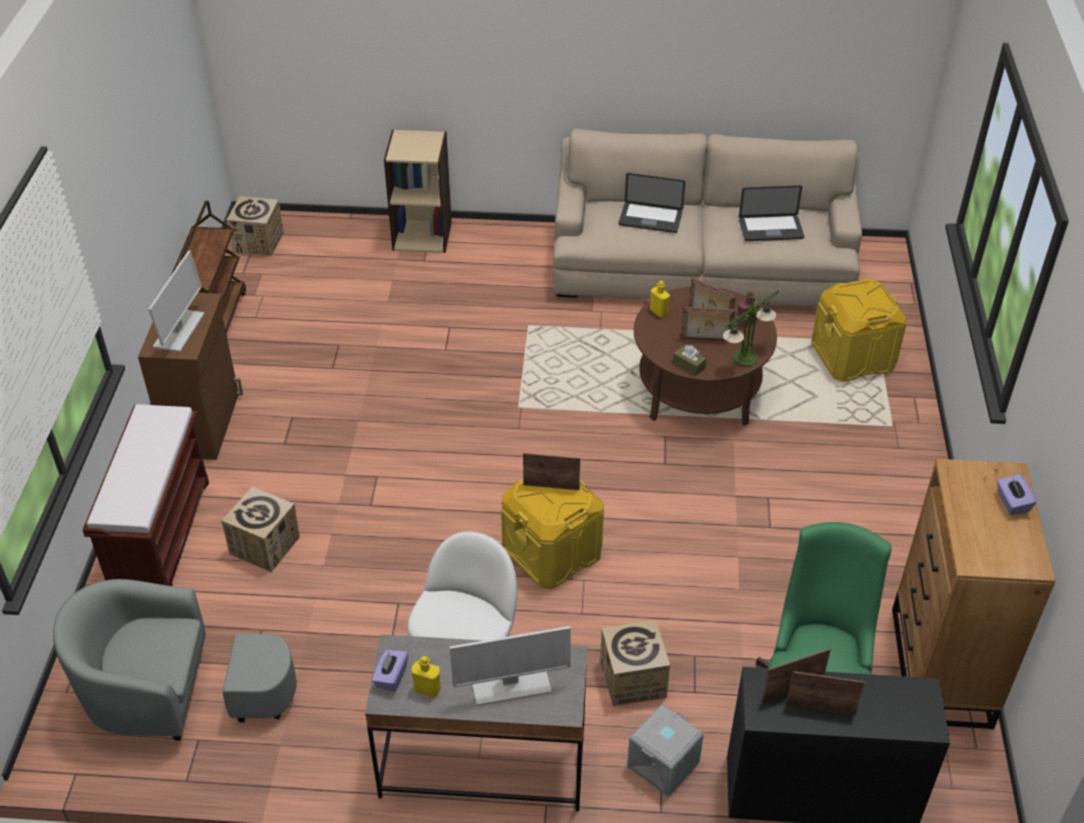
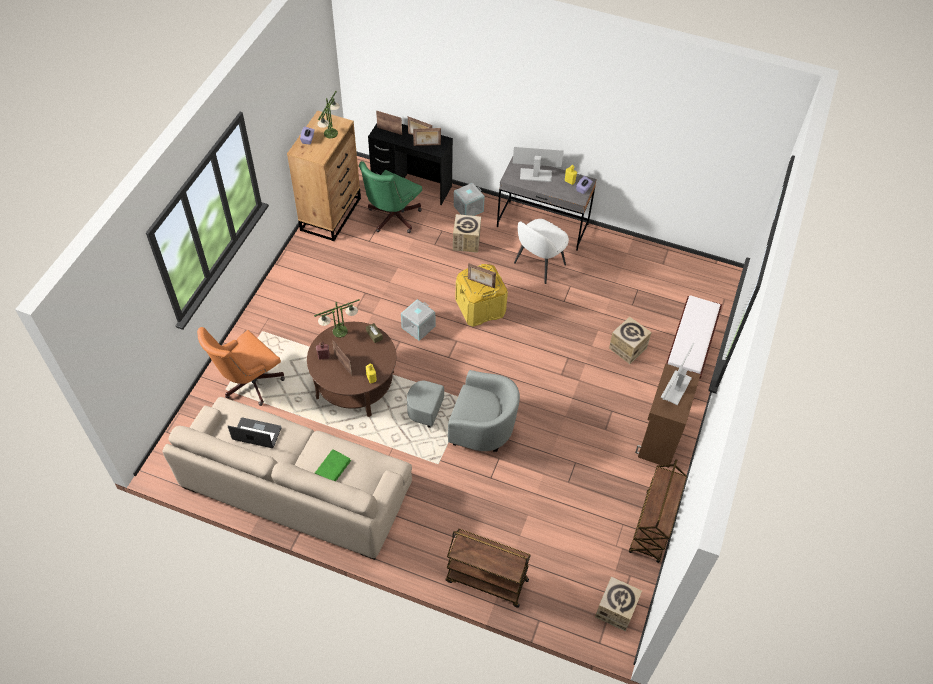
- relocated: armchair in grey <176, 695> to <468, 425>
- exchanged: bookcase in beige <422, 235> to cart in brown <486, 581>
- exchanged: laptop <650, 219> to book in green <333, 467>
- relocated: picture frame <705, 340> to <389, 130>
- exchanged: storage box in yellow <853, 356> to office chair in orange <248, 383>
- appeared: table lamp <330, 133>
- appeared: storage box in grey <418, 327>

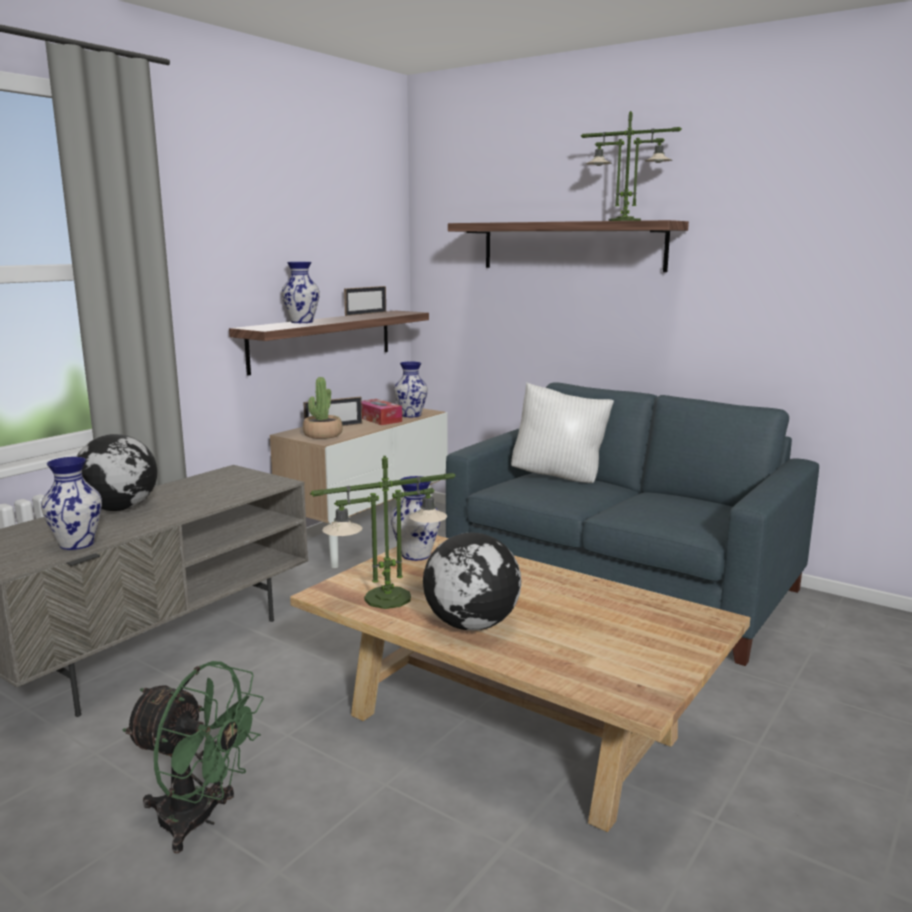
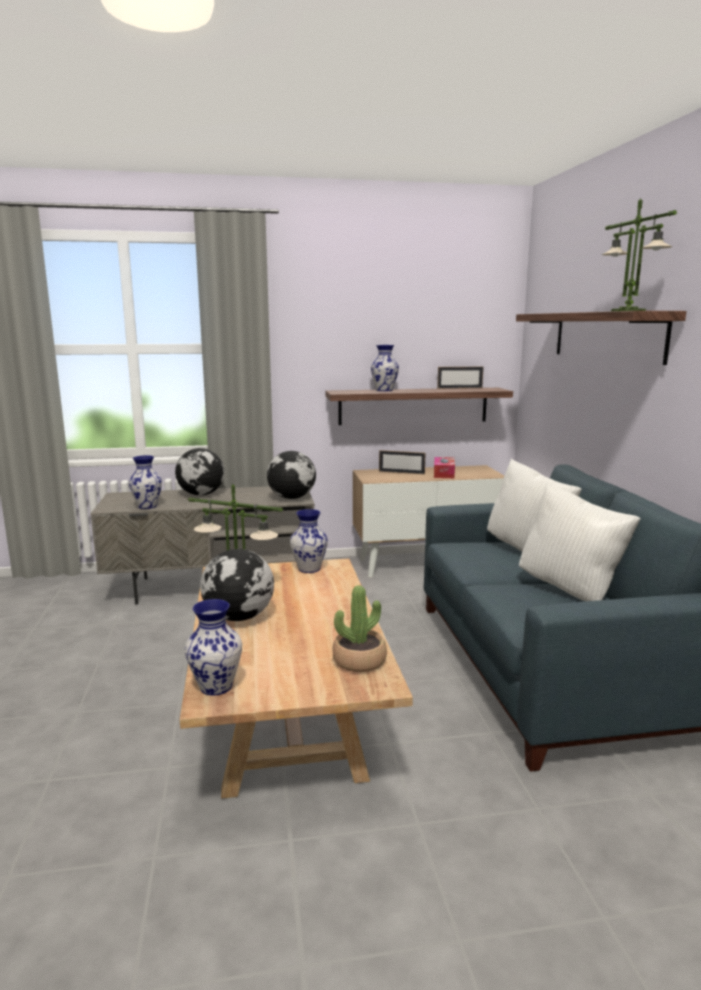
- missing: fan in green <199, 820>
- relocated: potted plant <322, 435> to <359, 660>
- relocated: vase <412, 415> to <216, 687>
- appeared: globe <292, 498>
- appeared: pillow in white <570, 590>

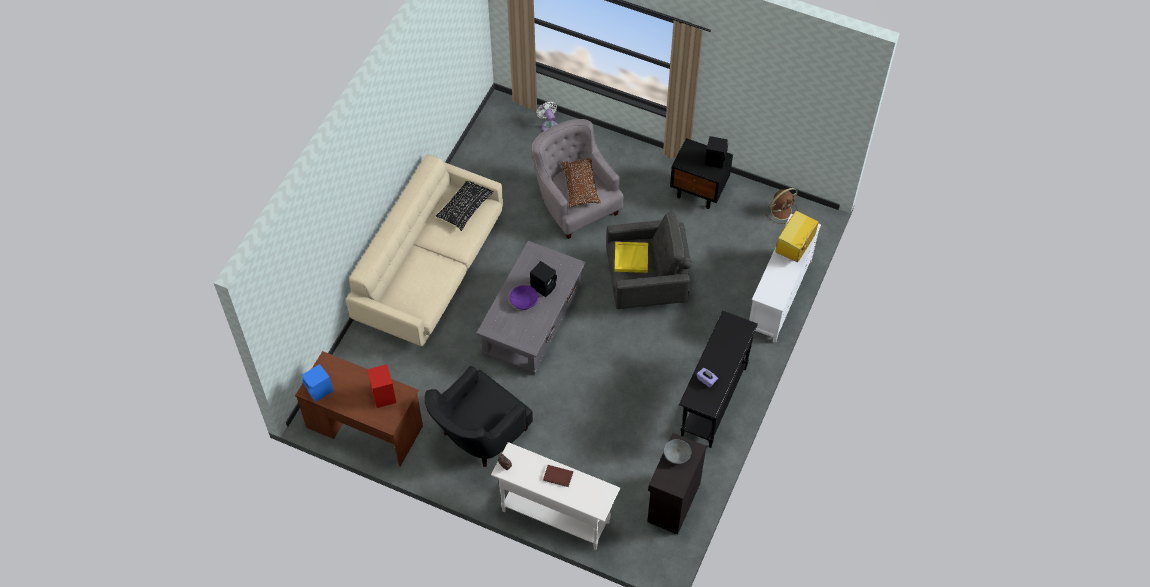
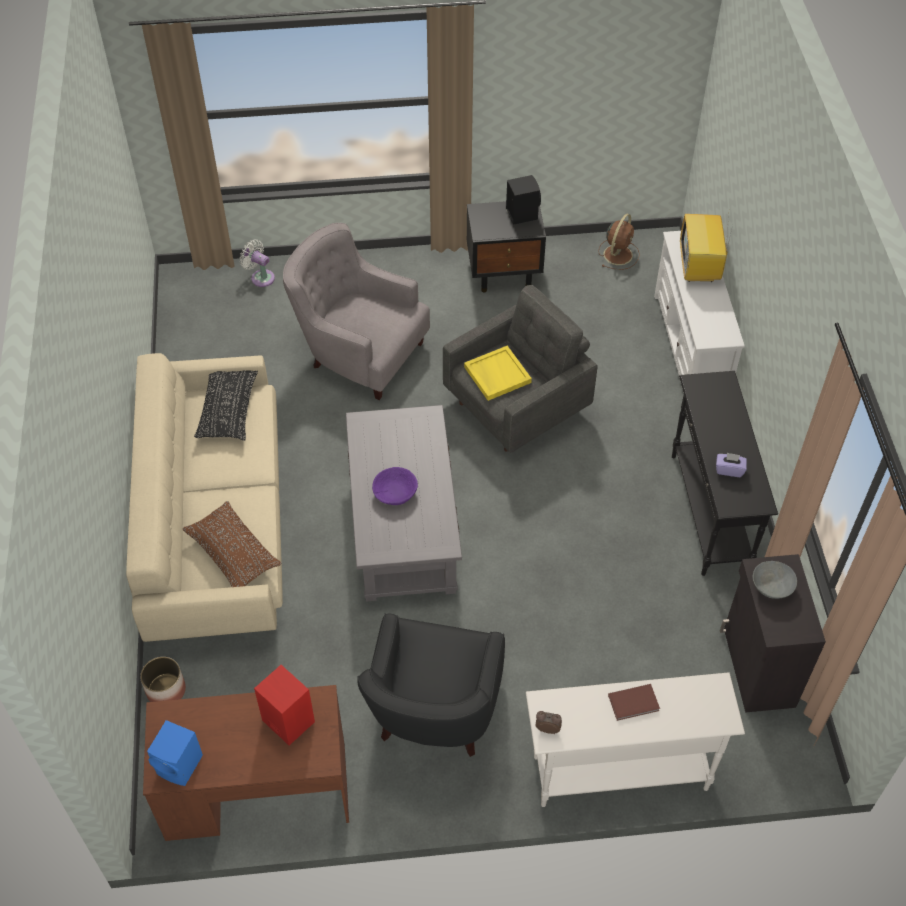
- missing: speaker in black <544, 286>
- relocated: pillow in brown <580, 186> to <233, 553>
- appeared: planter <166, 690>

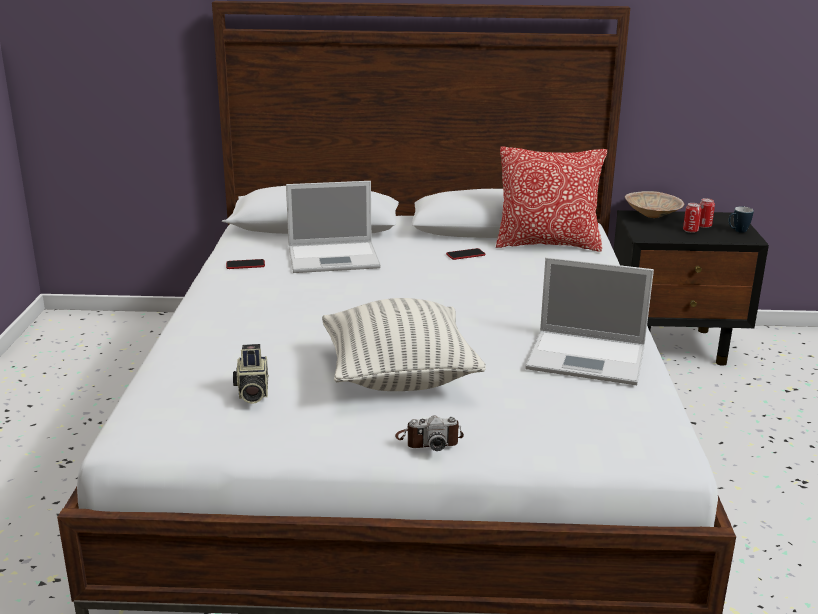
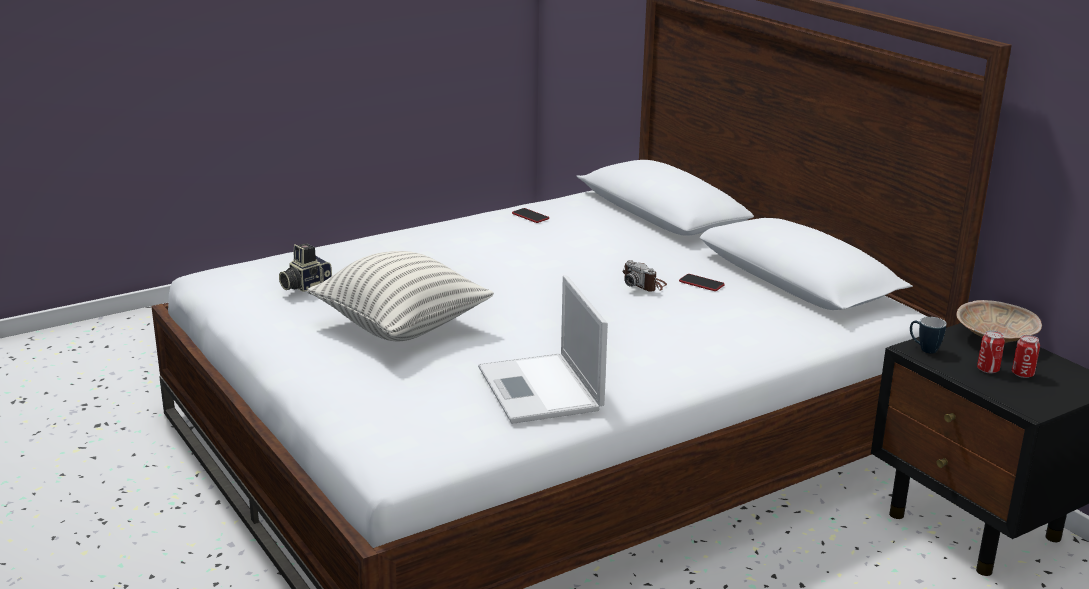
- missing: laptop <335, 258>
- relocated: photo camera <429, 440> to <644, 284>
- missing: pillow <547, 244>
- relocated: mug <737, 231> to <924, 349>

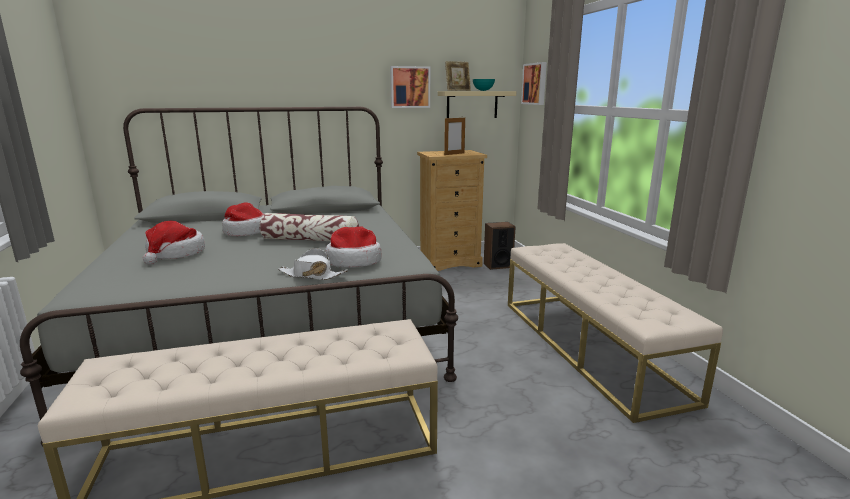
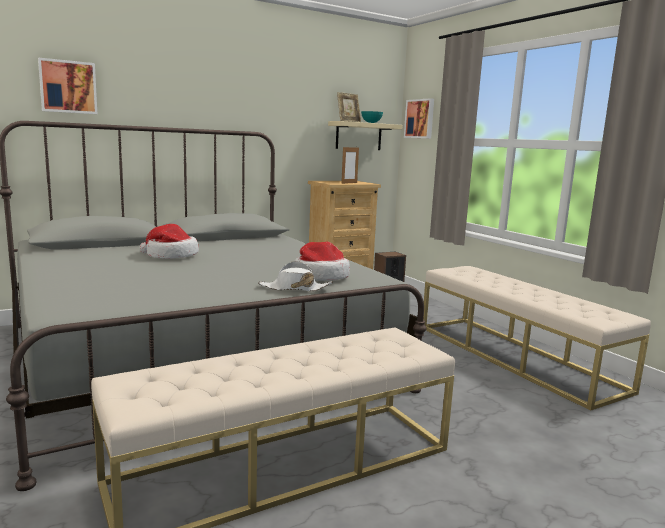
- missing: hat <175, 254>
- missing: pillow <310, 240>
- relocated: picture <410, 87> to <68, 87>

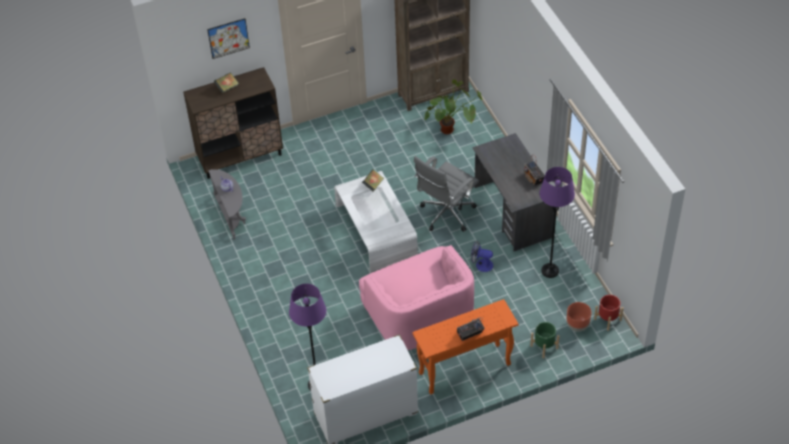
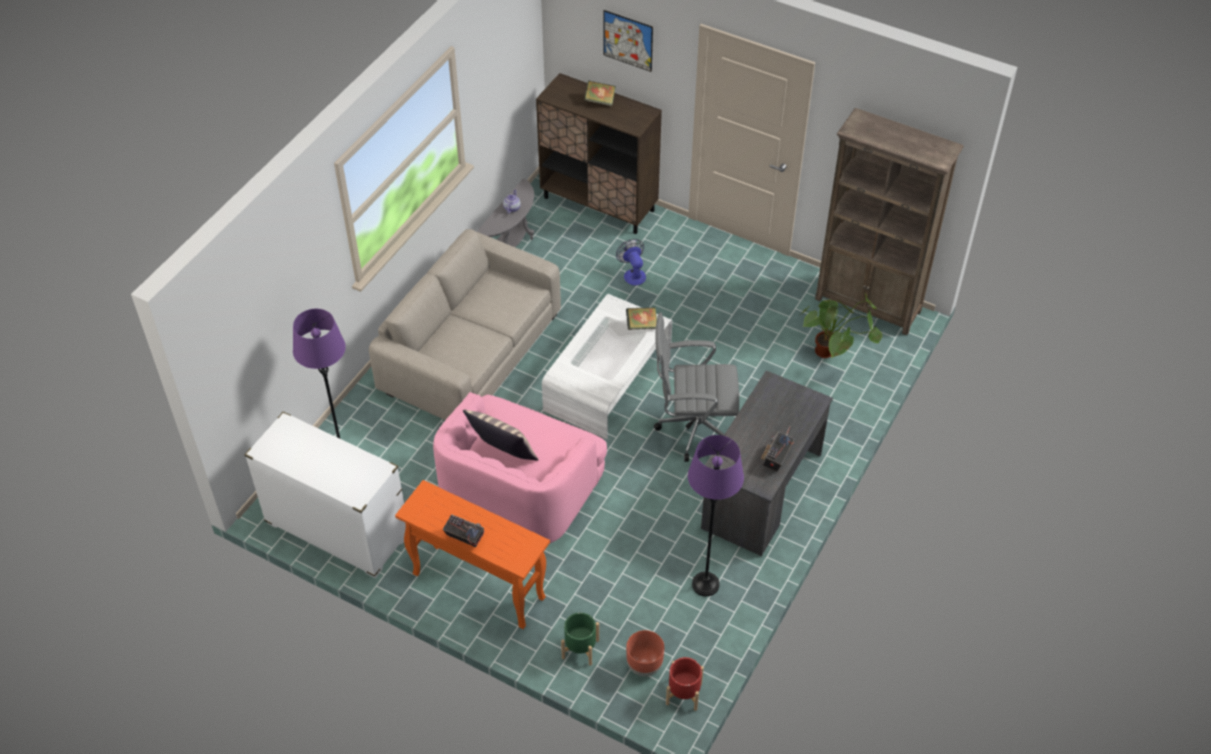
- relocated: fan <481, 264> to <633, 274>
- appeared: sofa in beige <470, 352>
- appeared: pillow <502, 454>

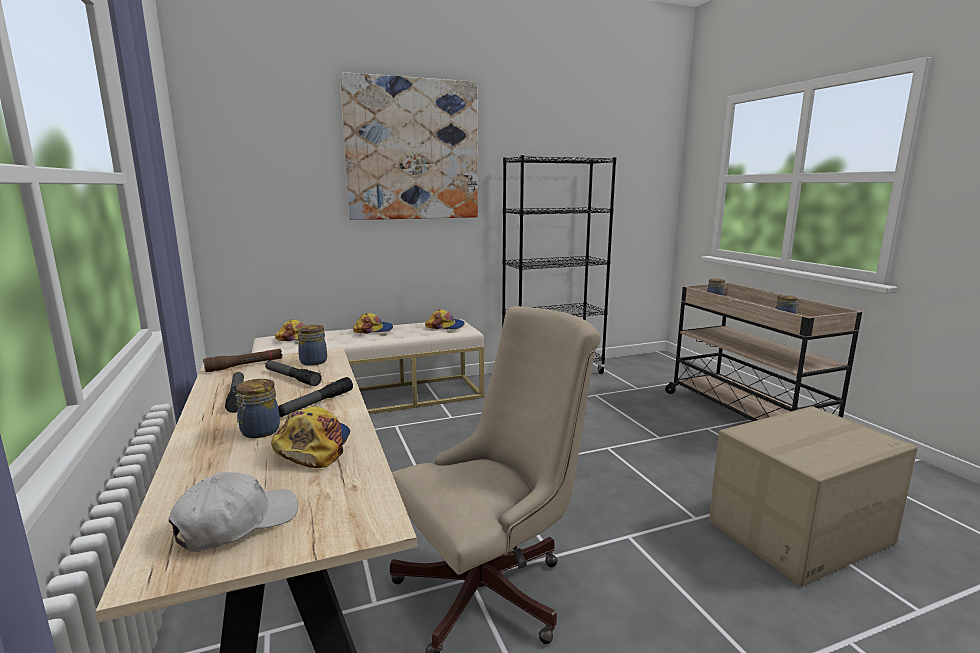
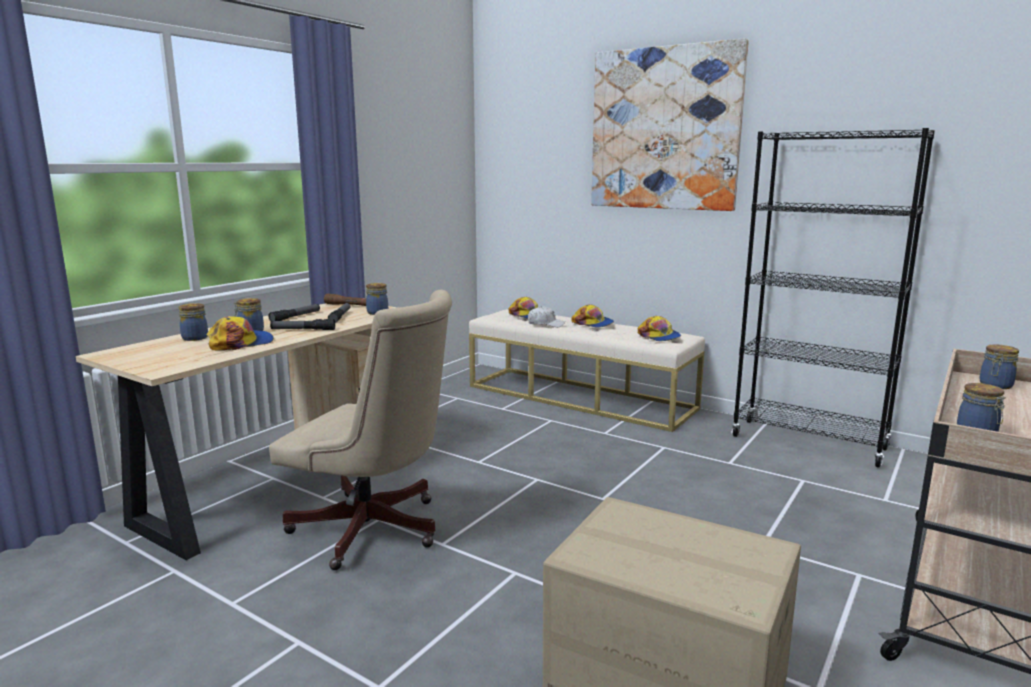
- relocated: cap in white <236, 524> to <545, 324>
- appeared: jar <194, 338>

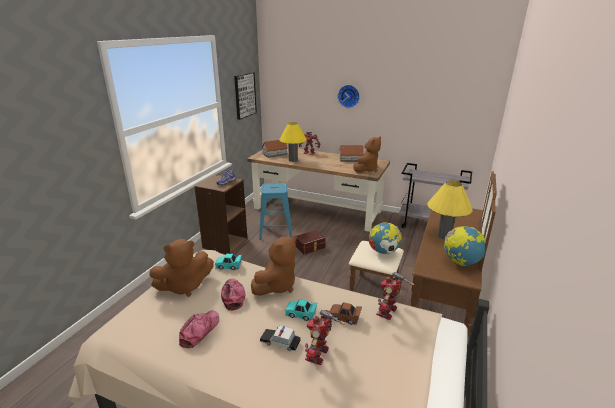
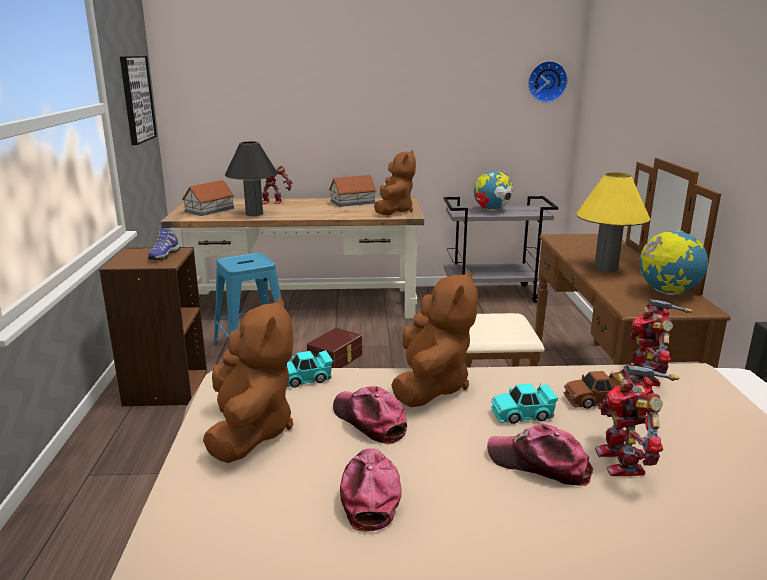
- spun: plush toy in brown <184, 286> = <250, 431> 45 degrees counterclockwise
- exchanged: toy car <280, 342> to cap <539, 464>
- colour: table lamp in yellow <293, 160> to table lamp in black <254, 214>
- relocated: wall clock <349, 96> to <546, 81>
- relocated: globe <383, 252> to <491, 210>

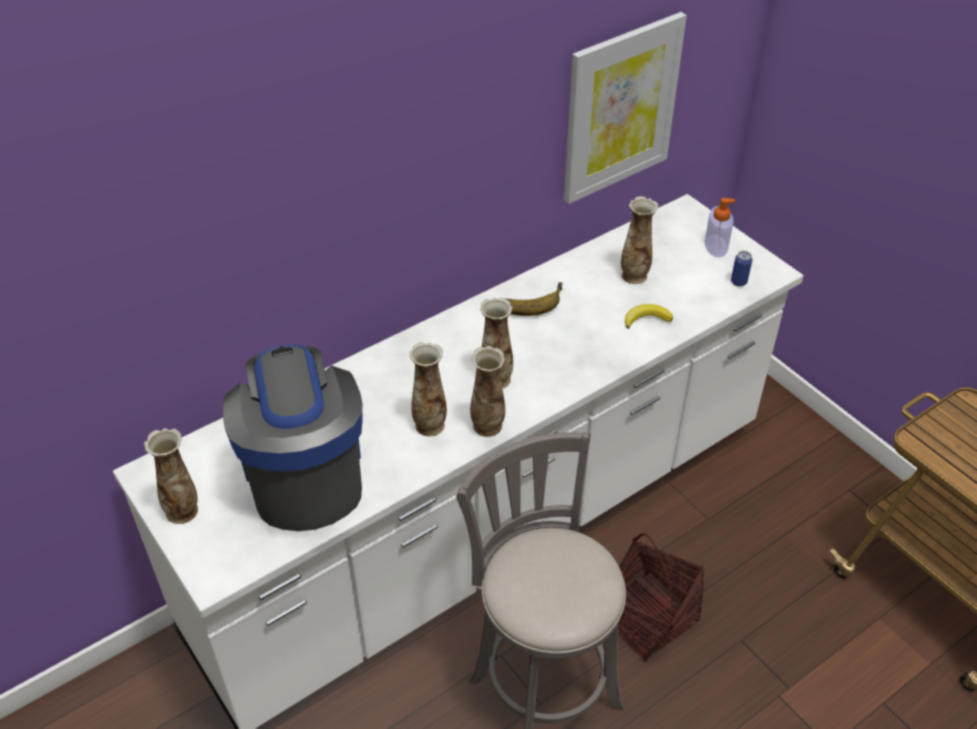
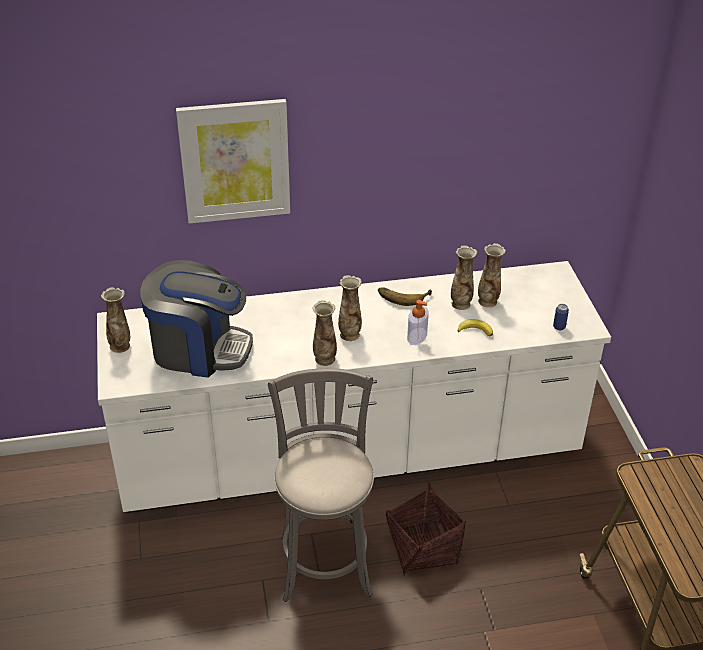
- spun: coffee machine <304, 474> = <199, 349> 90 degrees clockwise
- relocated: vase <430, 424> to <461, 303>
- relocated: picture <620, 108> to <235, 161>
- relocated: soap dispenser <716, 246> to <417, 336>

